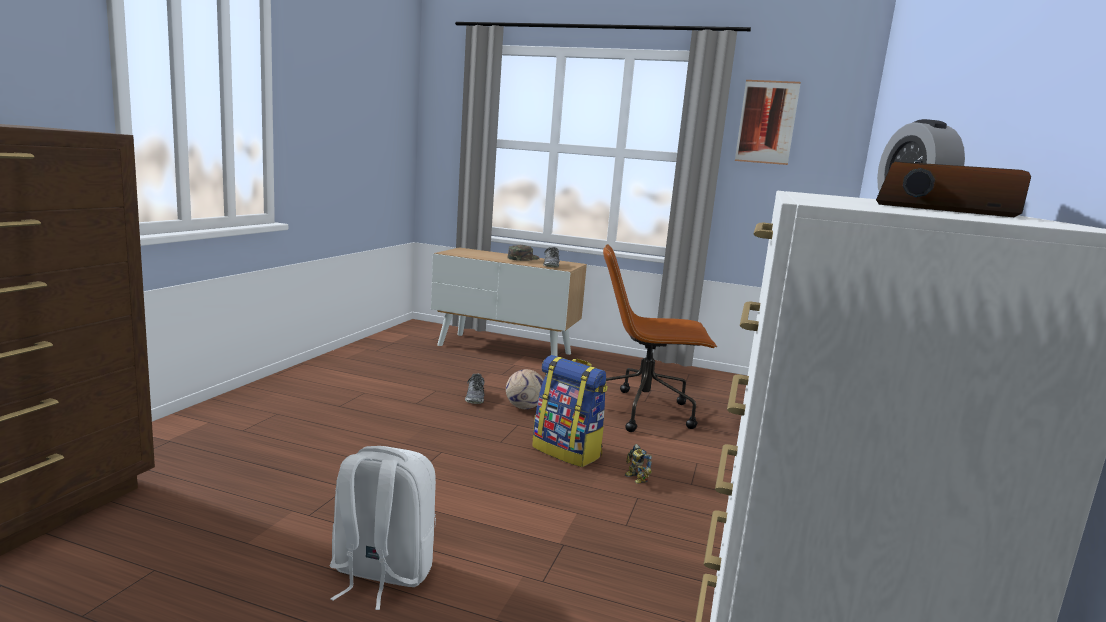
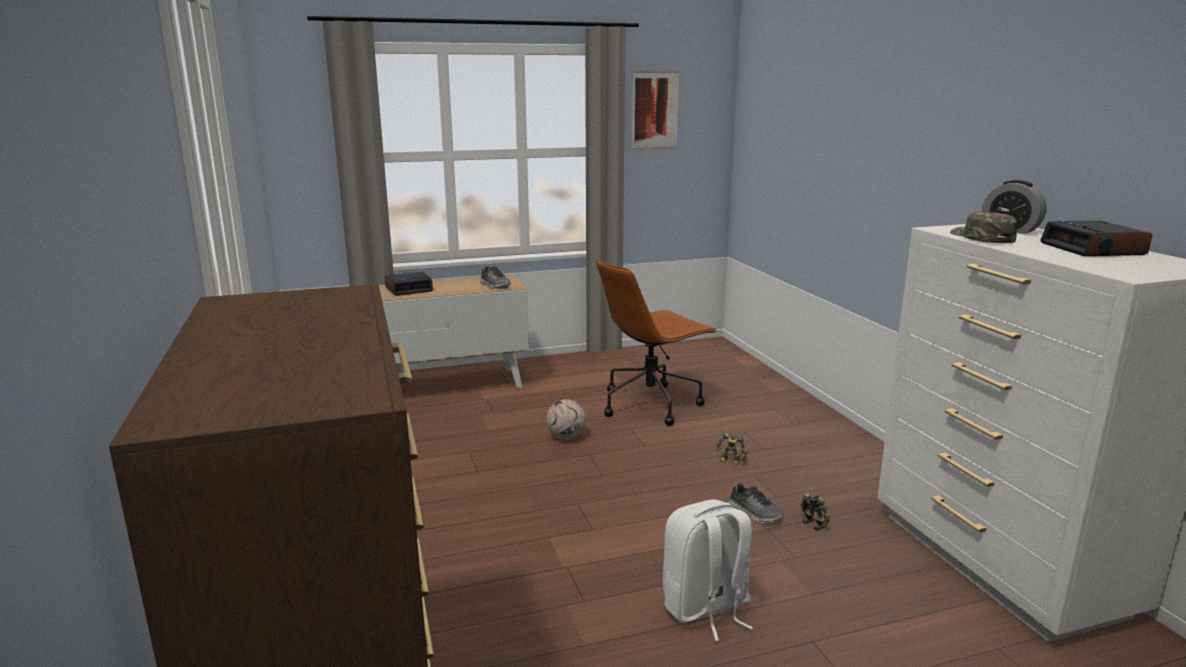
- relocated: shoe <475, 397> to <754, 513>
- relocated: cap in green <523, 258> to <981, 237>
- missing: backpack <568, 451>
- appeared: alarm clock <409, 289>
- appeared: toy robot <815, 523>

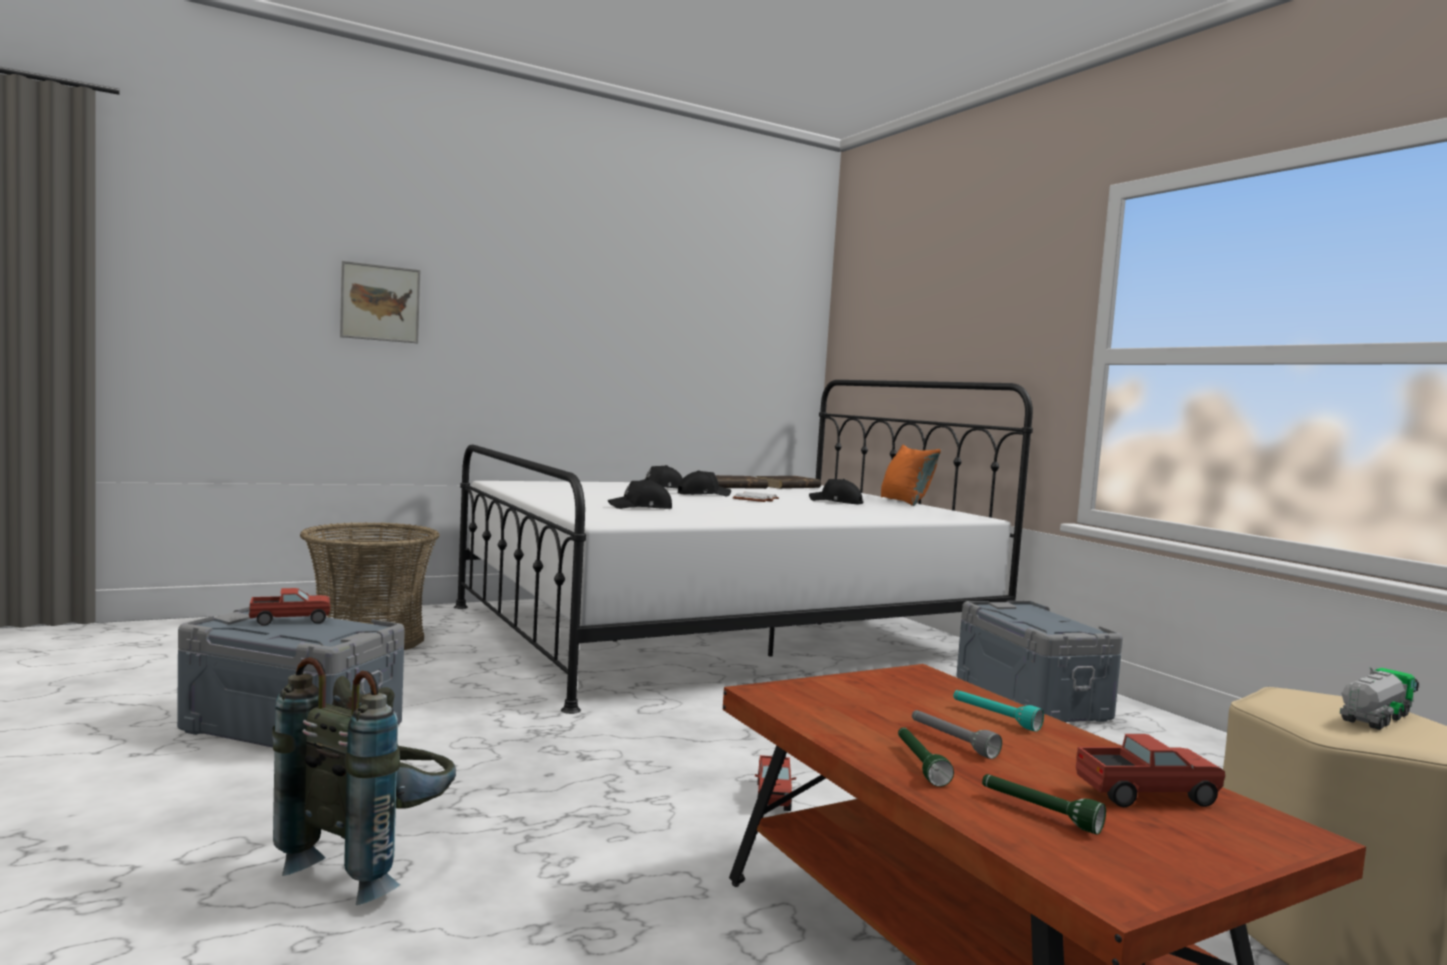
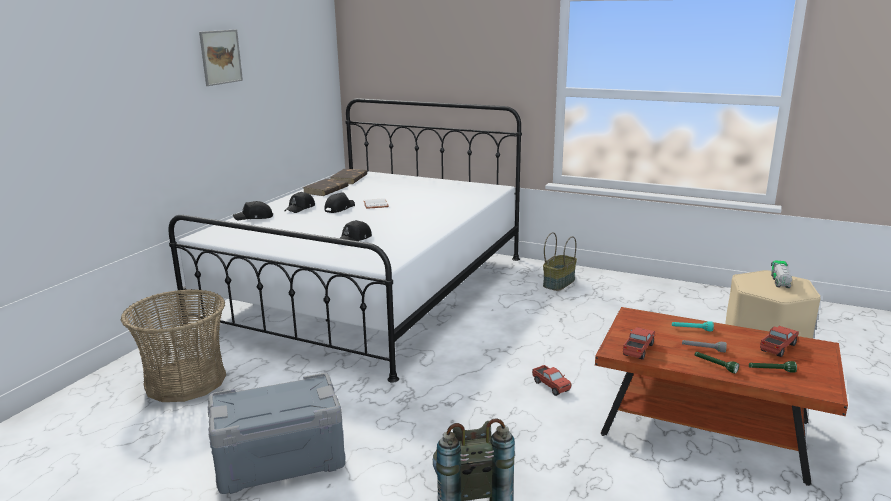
- relocated: toy truck <290, 621> to <638, 350>
- relocated: picture <380, 303> to <220, 57>
- relocated: cap in black <836, 502> to <254, 217>
- missing: pillow in orange <905, 502>
- exchanged: storage box in grey <1031, 698> to basket <558, 283>

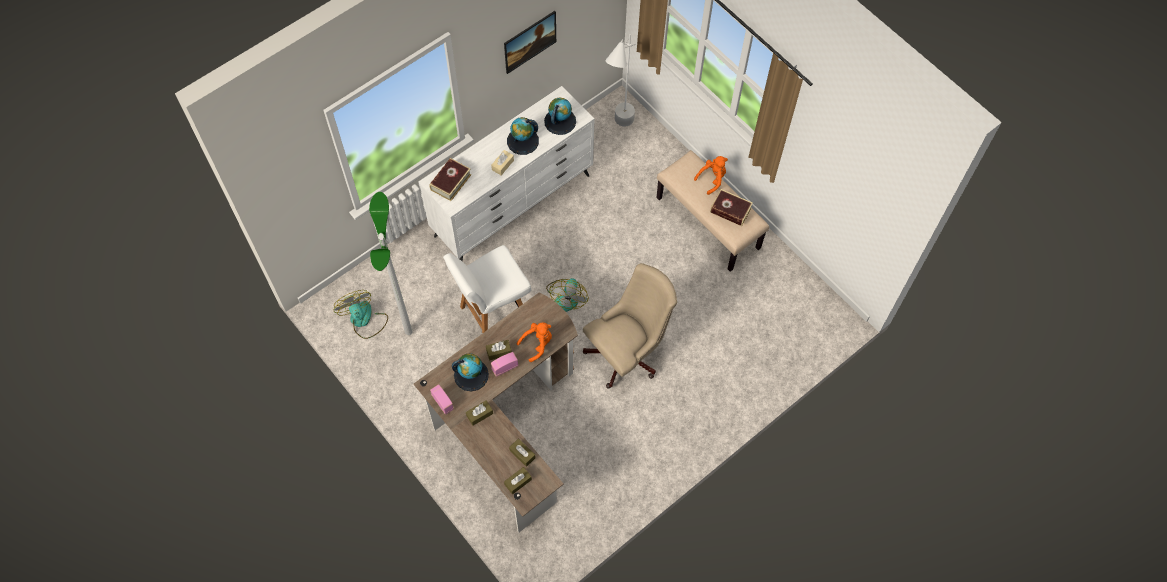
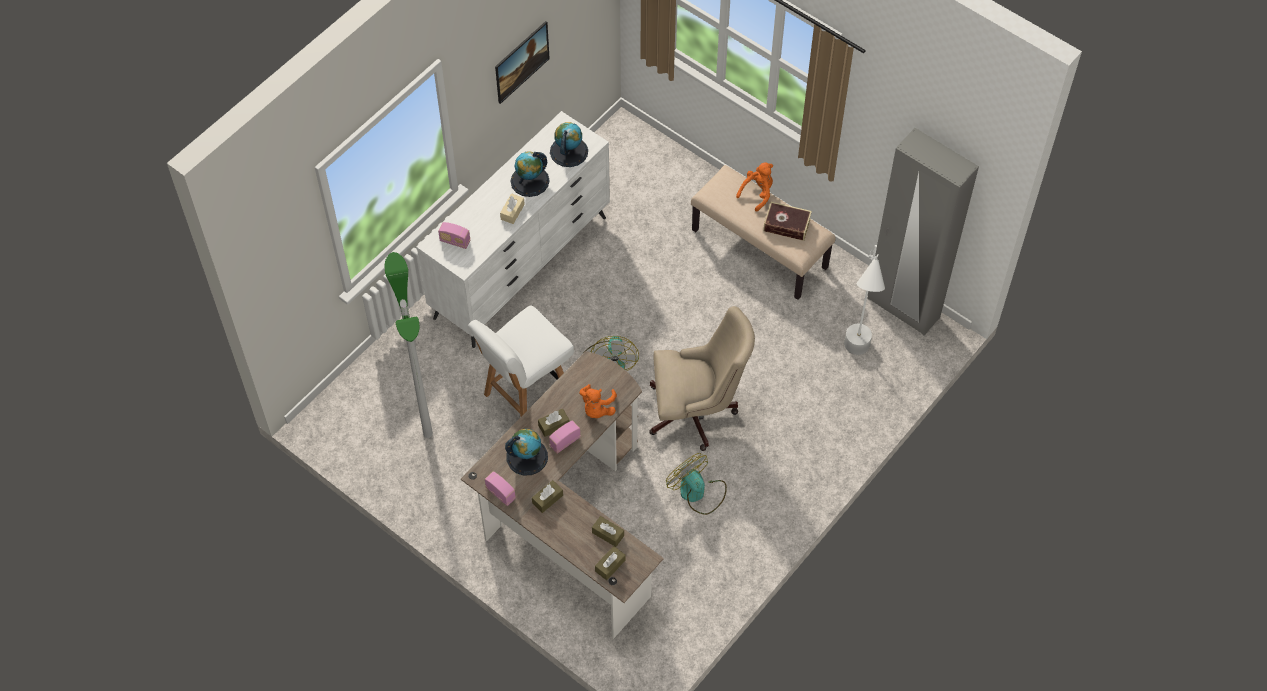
- relocated: fan <364, 320> to <697, 492>
- exchanged: book <450, 182> to radio <455, 241>
- spun: plush toy in orange <537, 344> = <597, 409> 150 degrees clockwise
- spun: office chair in beige <627, 352> = <697, 412> 45 degrees clockwise
- relocated: floor lamp in white <618, 131> to <854, 362>
- appeared: wardrobe in grey <903, 308>

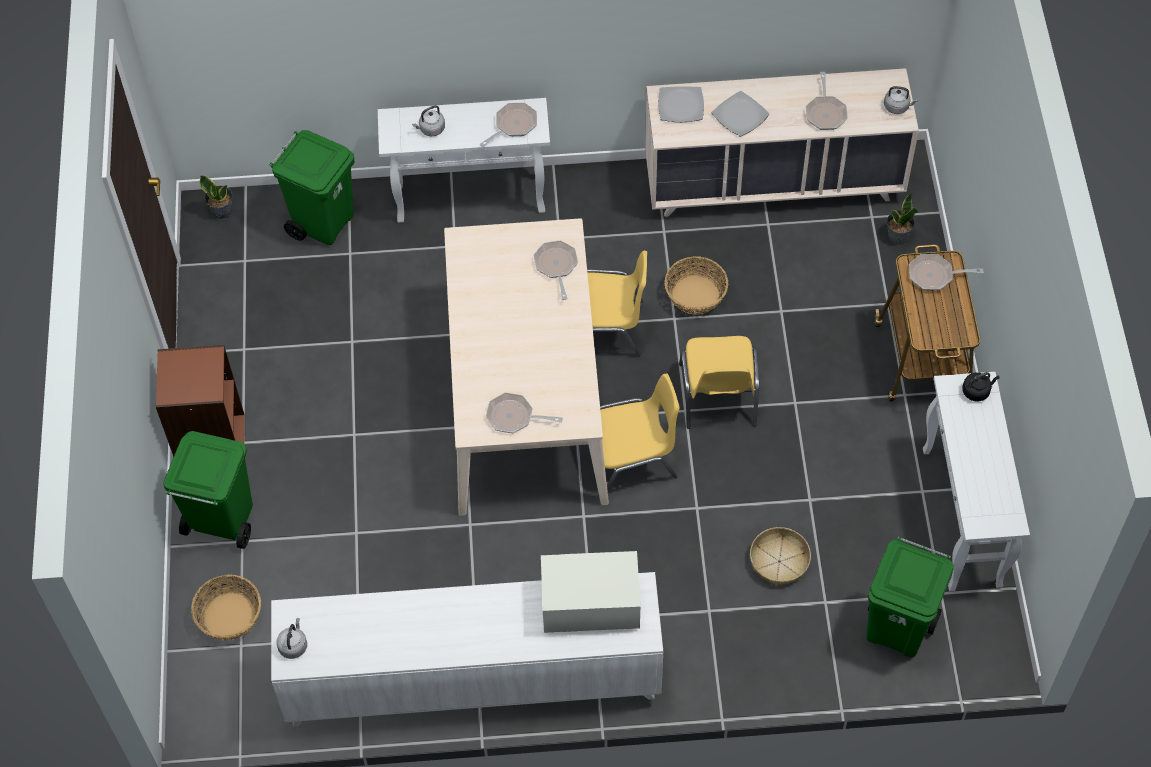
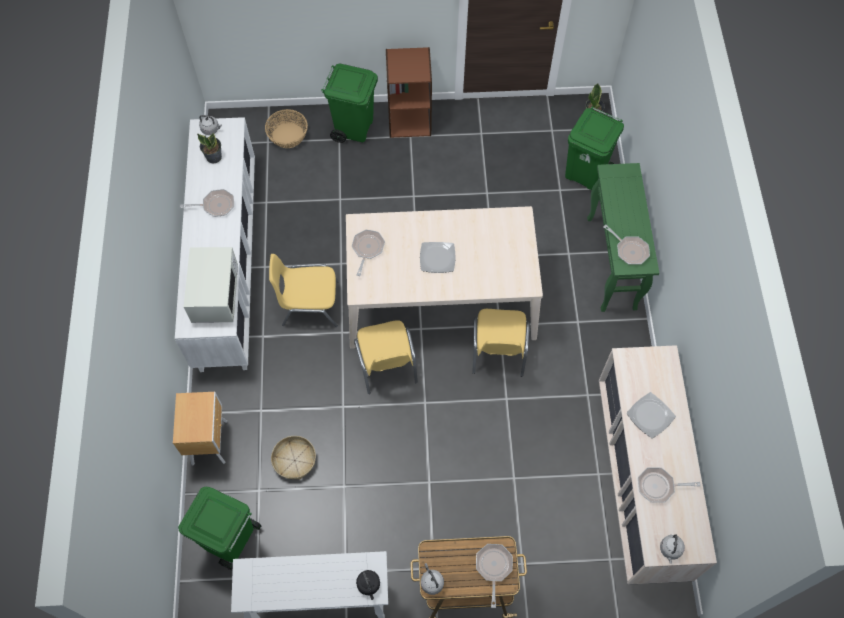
- colour: console table in white <471, 198> to console table in green <611, 264>
- relocated: kettle in grey <431, 129> to <431, 582>
- relocated: frying pan <556, 266> to <216, 205>
- relocated: plate <680, 106> to <437, 258>
- missing: basket <696, 295>
- relocated: chair in yellow <718, 396> to <309, 303>
- relocated: potted plant <897, 236> to <214, 157>
- appeared: nightstand in brown <210, 441>

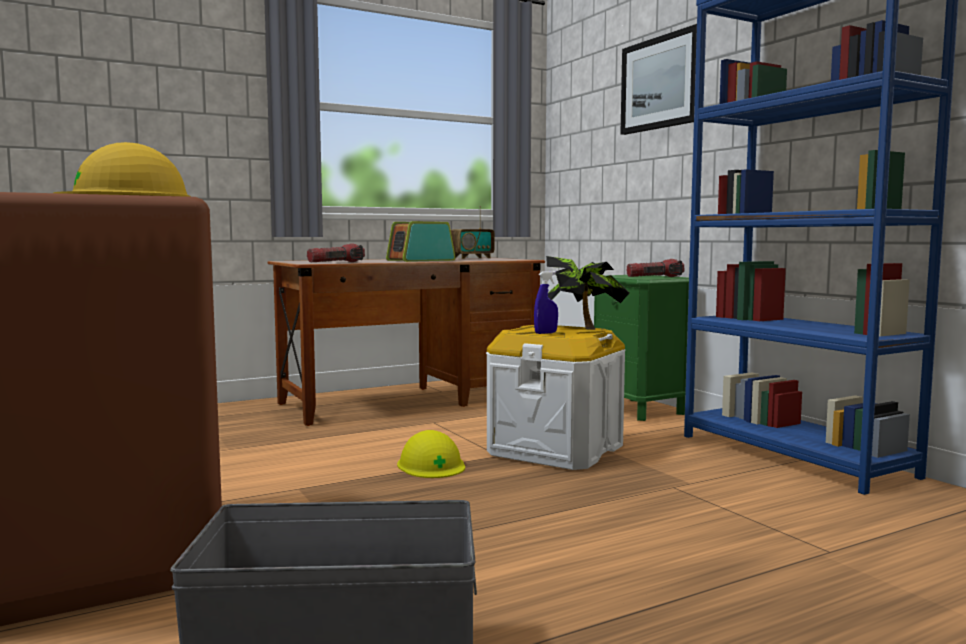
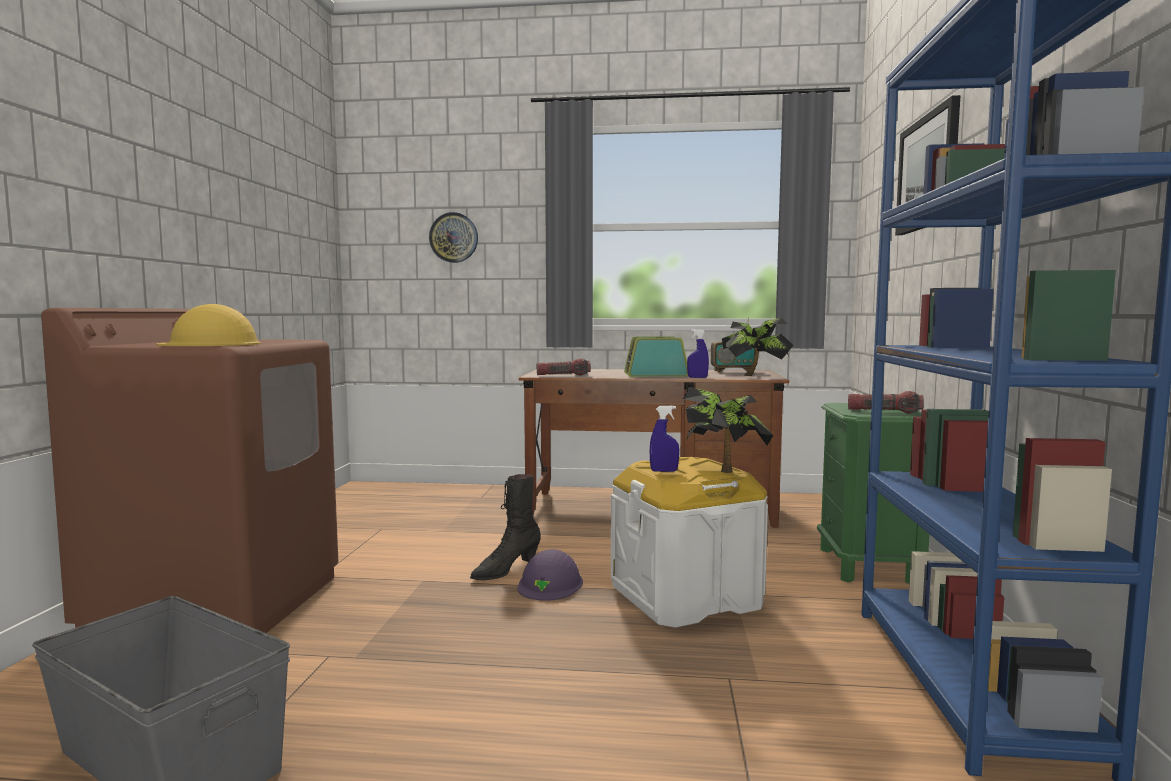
- colour: hard hat in yellow <431, 465> to hard hat in purple <550, 584>
- appeared: wall clock <454, 237>
- appeared: boot in black <505, 570>
- appeared: spray bottle in blue <697, 377>
- appeared: potted plant <757, 376>

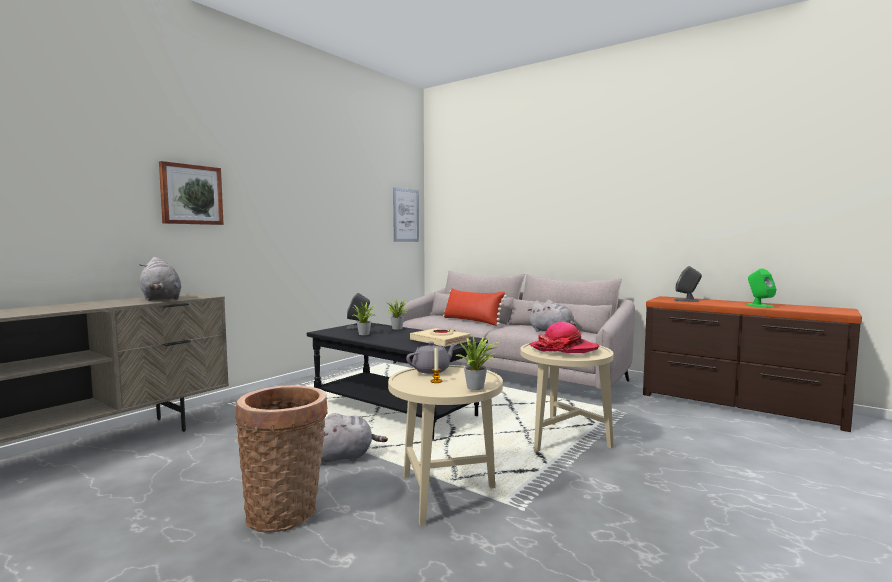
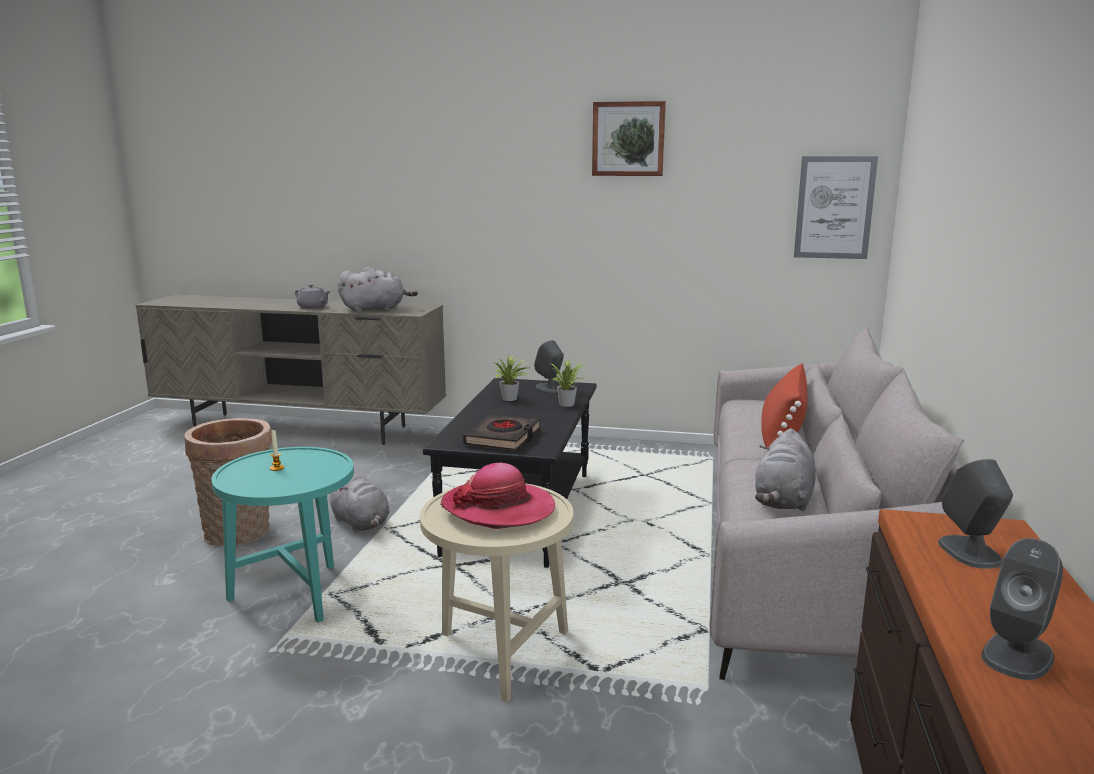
- spun: plush toy in grey <161, 299> = <376, 309> 135 degrees counterclockwise
- relocated: picture <191, 194> to <628, 139>
- colour: side table in beige <445, 494> to side table in turquoise <296, 597>
- relocated: teapot in grey <432, 370> to <313, 307>
- colour: book in beige <440, 341> to book in black <503, 438>
- missing: potted plant <477, 387>
- colour: speaker in green <759, 306> to speaker in grey <1017, 655>

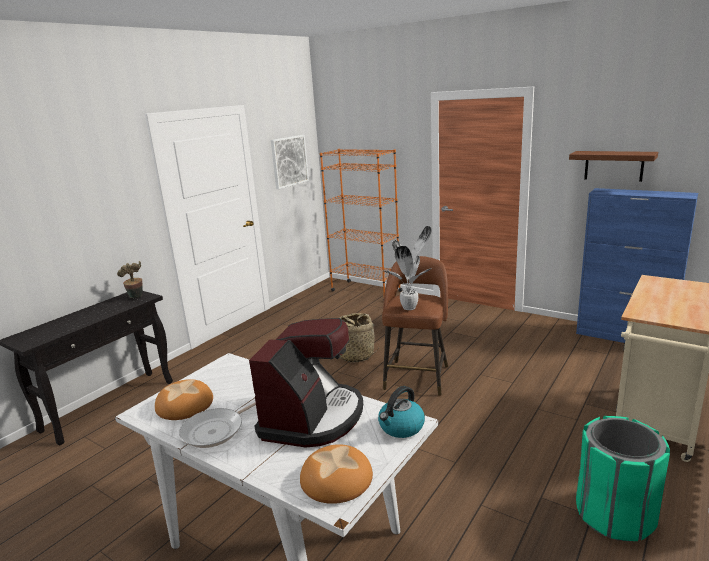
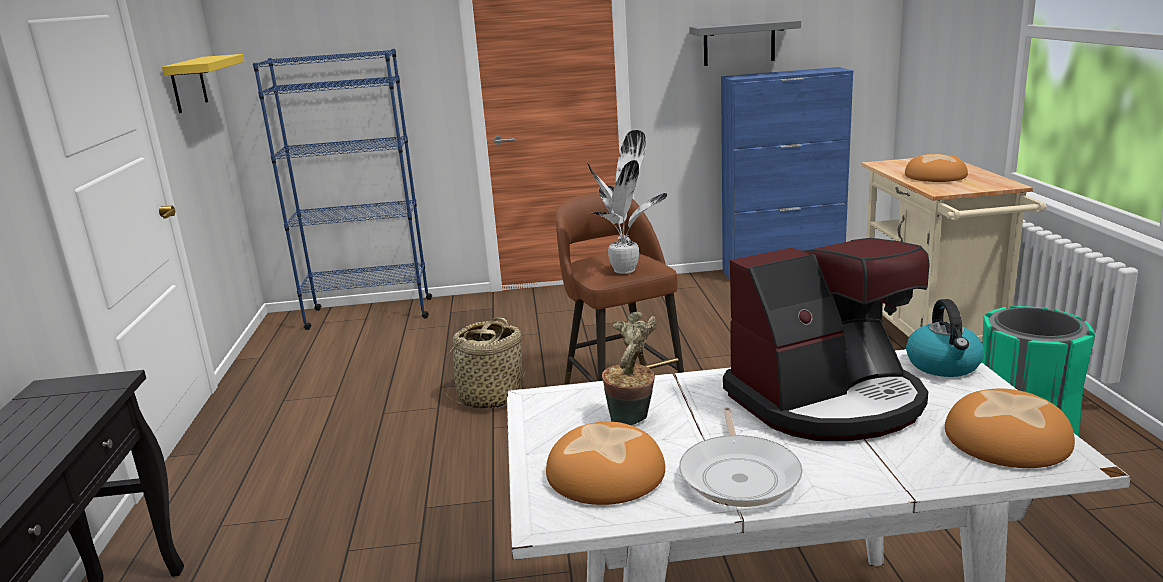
- relocated: potted plant <136, 297> to <633, 420>
- spun: coffee machine <313, 417> = <827, 401> 90 degrees clockwise
- exchanged: picture <289, 161> to shelf in yellow <188, 84>
- colour: bookcase in orange <365, 291> to bookcase in blue <369, 313>
- colour: shelf in brown <613, 165> to shelf in grey <739, 43>
- appeared: bread <936, 176>

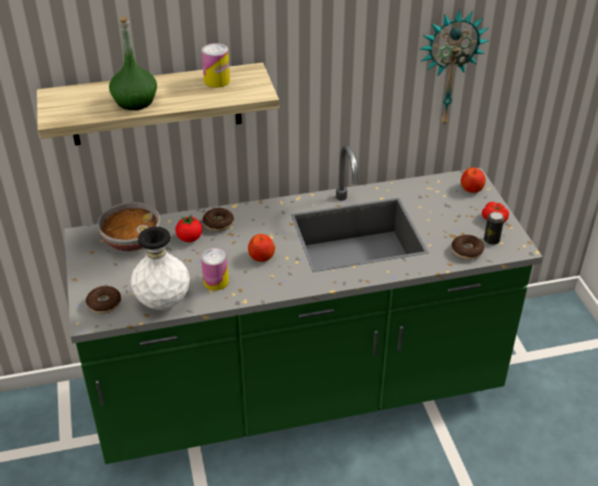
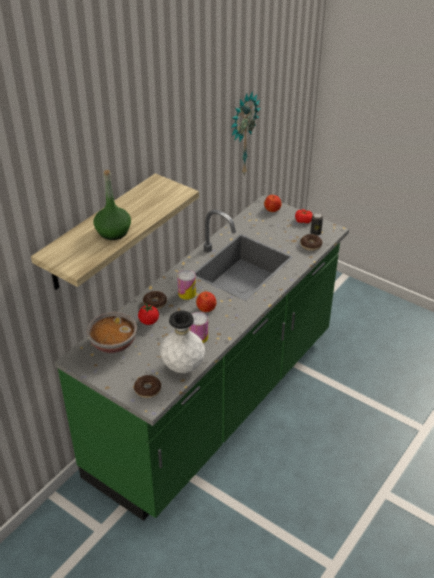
- relocated: can <217, 81> to <187, 293>

